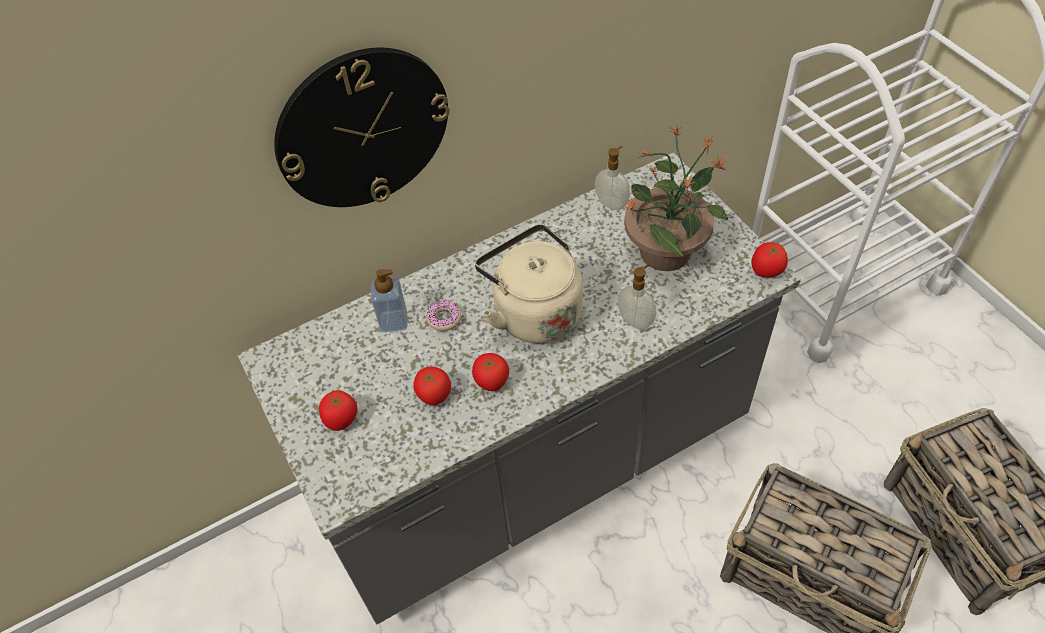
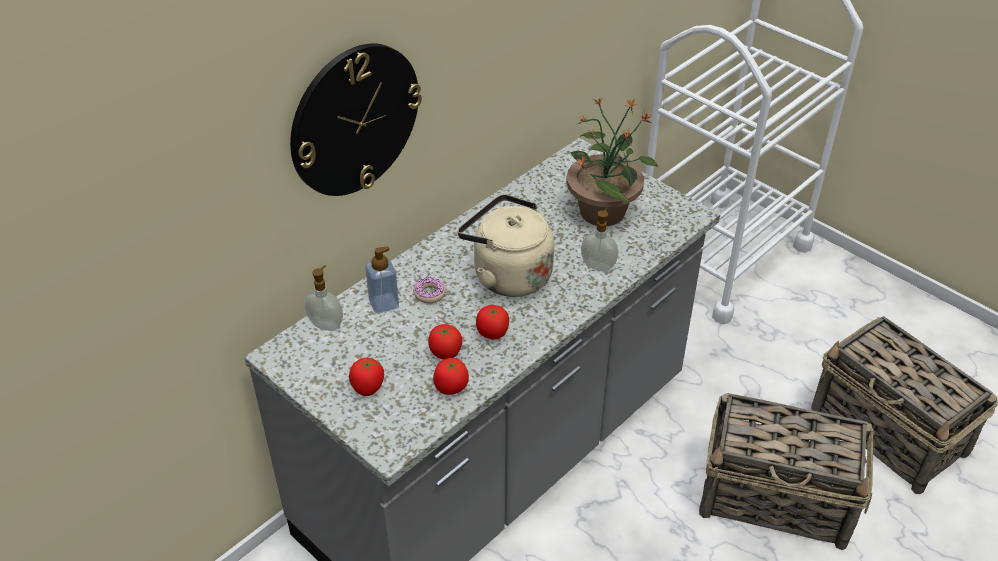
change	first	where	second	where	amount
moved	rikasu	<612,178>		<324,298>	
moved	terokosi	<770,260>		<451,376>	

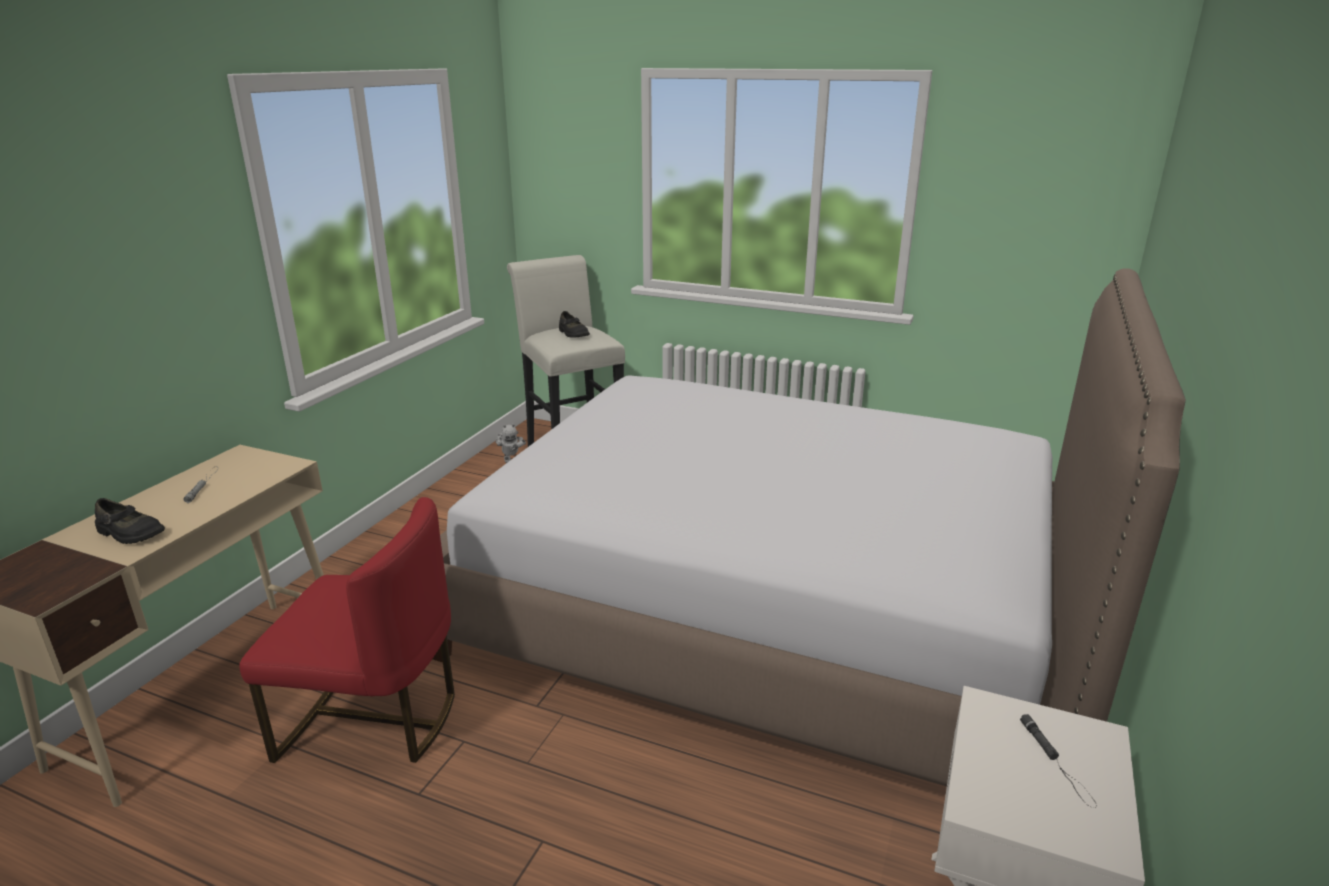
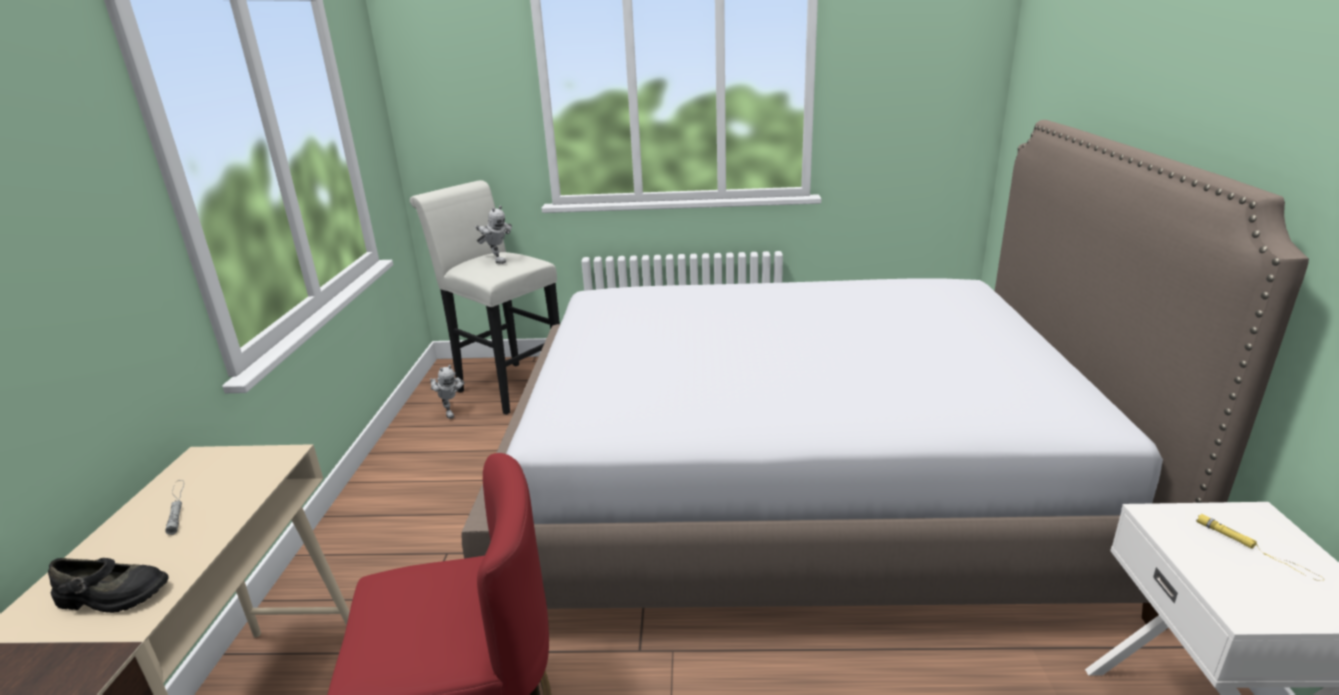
change	first	where	second	where	amount
replaced	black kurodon	<574,324>	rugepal	<493,235>	
recoloured	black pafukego	<1058,761>	yellow pafukego	<1260,547>	

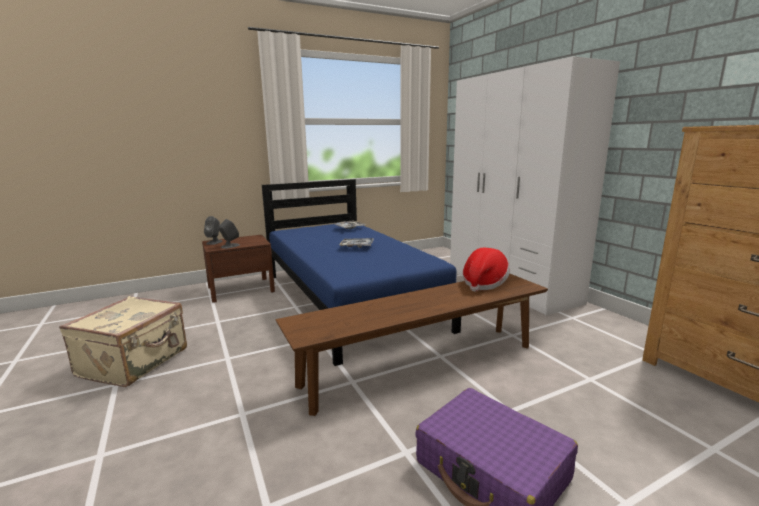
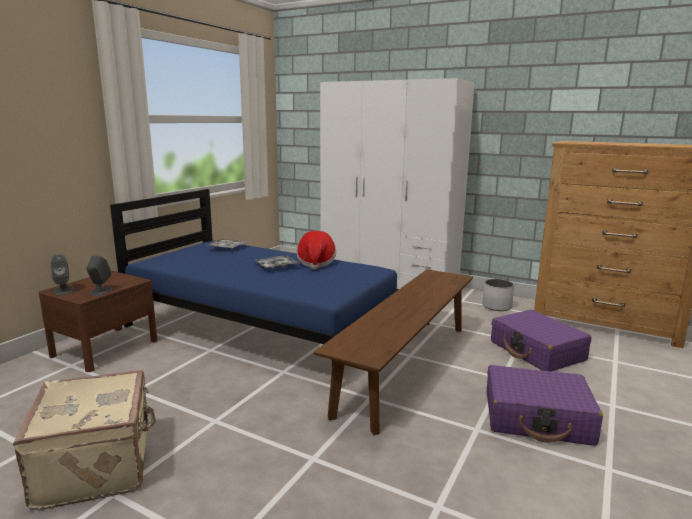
change	first	where	second	where	amount
moved	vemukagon	<486,270>		<316,250>	
added			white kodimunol	<498,295>	
added			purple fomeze	<541,340>	

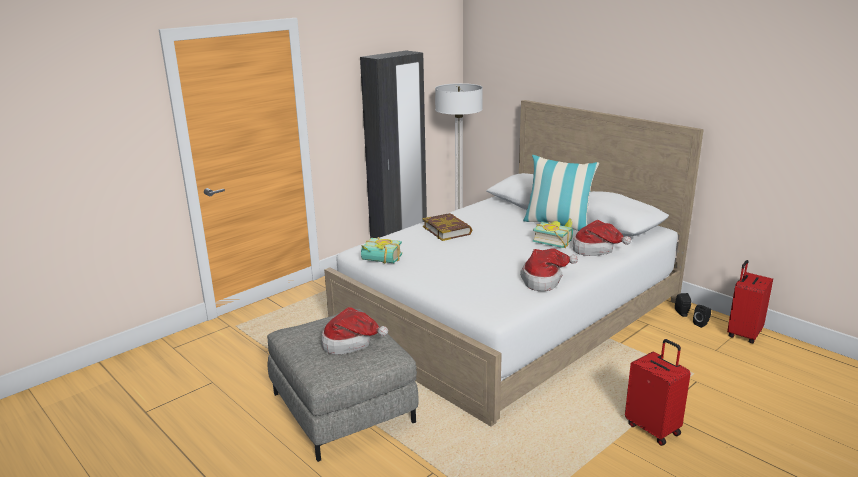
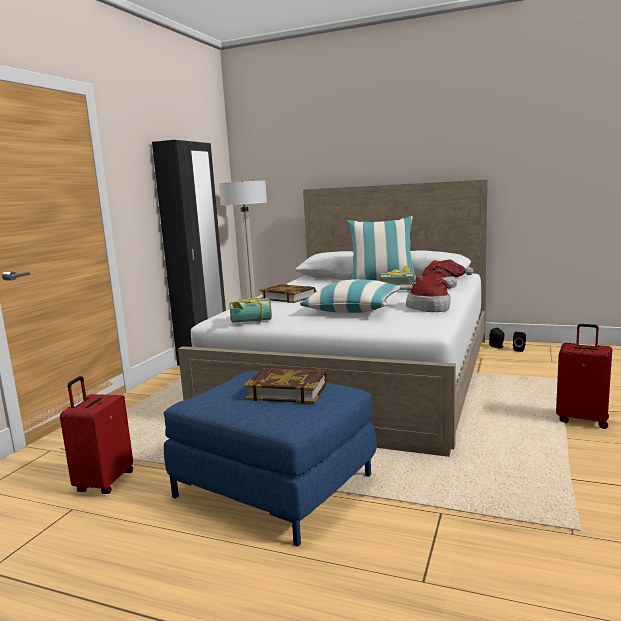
change	first	where	second	where	amount
moved	red fomeze	<750,301>		<96,435>	
replaced	vemukagon	<354,331>	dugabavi	<285,385>	
recoloured	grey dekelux	<342,385>	blue dekelux	<269,458>	
added			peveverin	<350,296>	

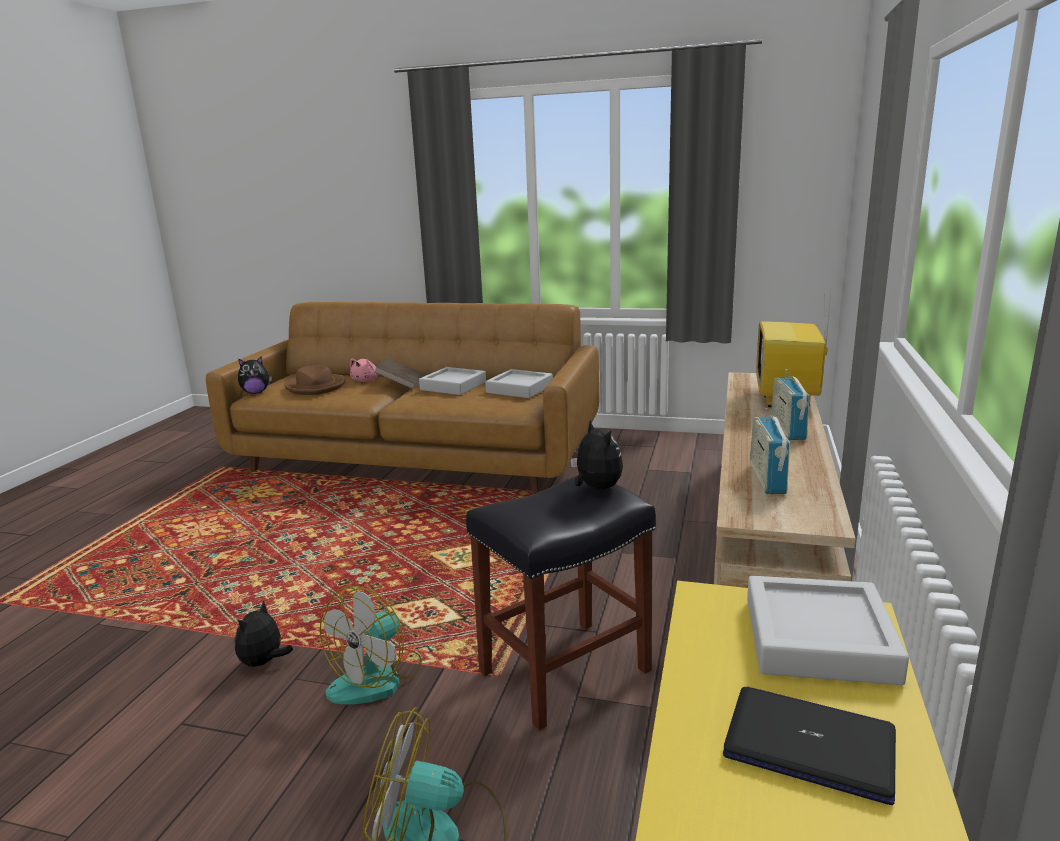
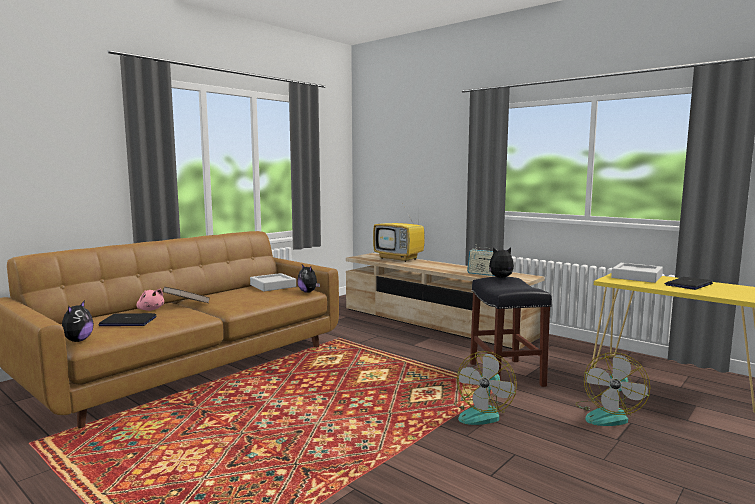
change	first	where	second	where	amount
replaced	brown vemukagon	<315,380>	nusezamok	<127,319>	
removed	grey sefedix	<452,381>			
removed	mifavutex	<790,404>			
turned	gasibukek	<371,645>		<485,388>	60 degrees clockwise
moved	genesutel	<264,633>		<308,278>	

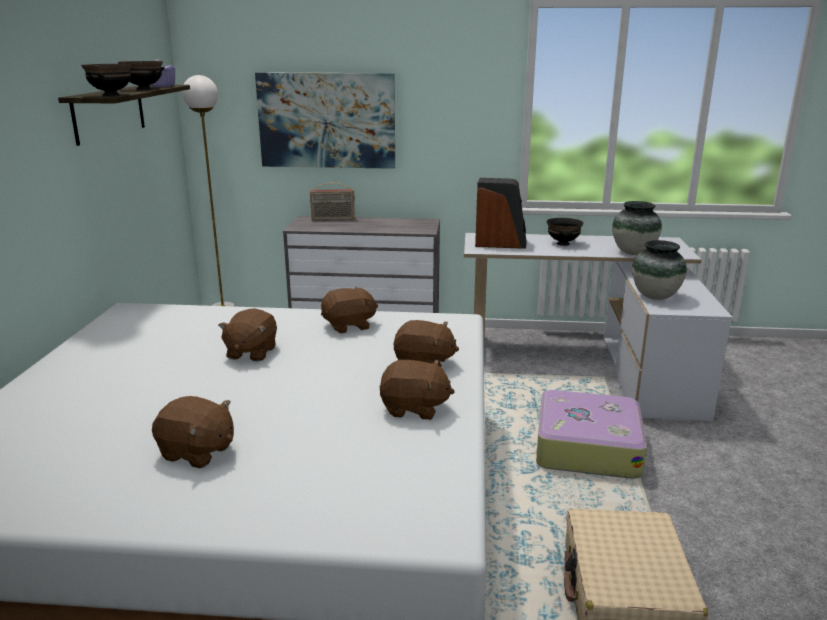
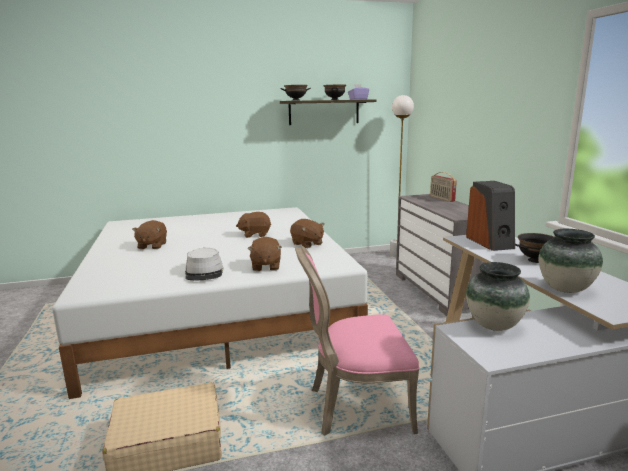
change	first	where	second	where	amount
removed	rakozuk	<325,121>			
replaced	brown genesutel	<417,389>	grey vemukagon	<204,264>	
replaced	fomeze	<591,434>	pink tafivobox	<357,341>	

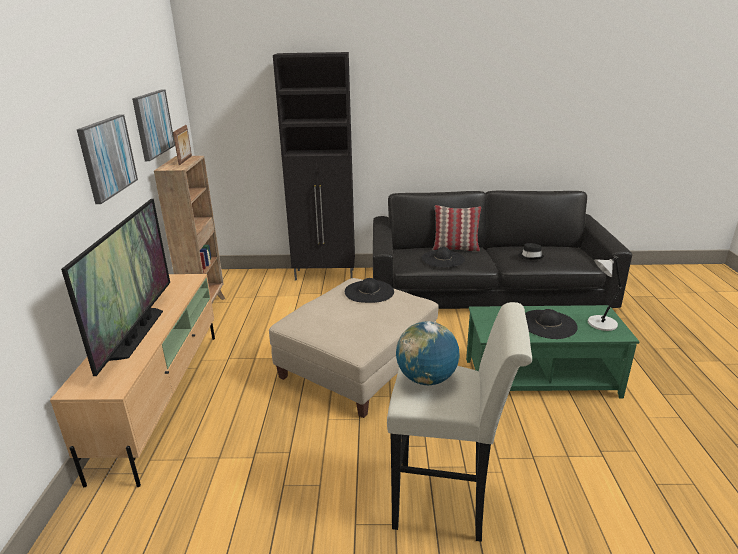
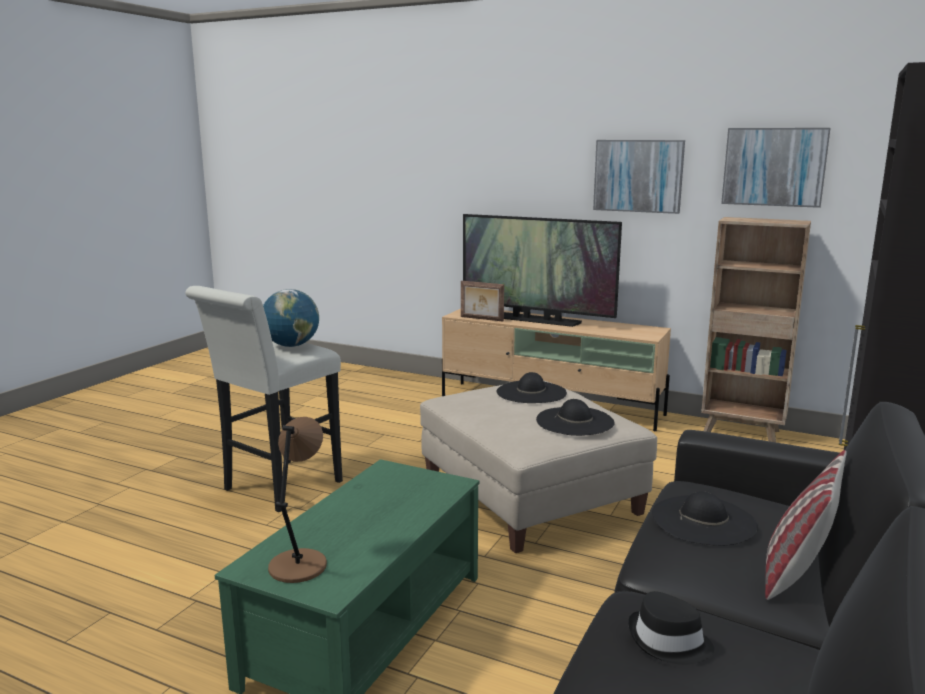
change	first	where	second	where	amount
moved	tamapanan	<182,145>		<482,301>	
recoloured	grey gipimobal	<605,293>	brown gipimobal	<297,500>	
moved	black vemukagon	<551,324>		<532,387>	

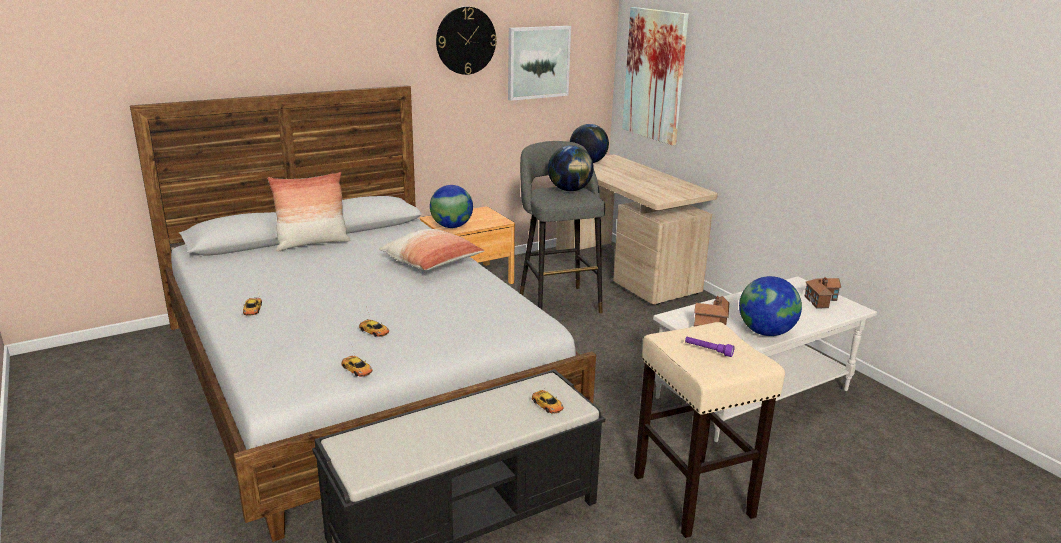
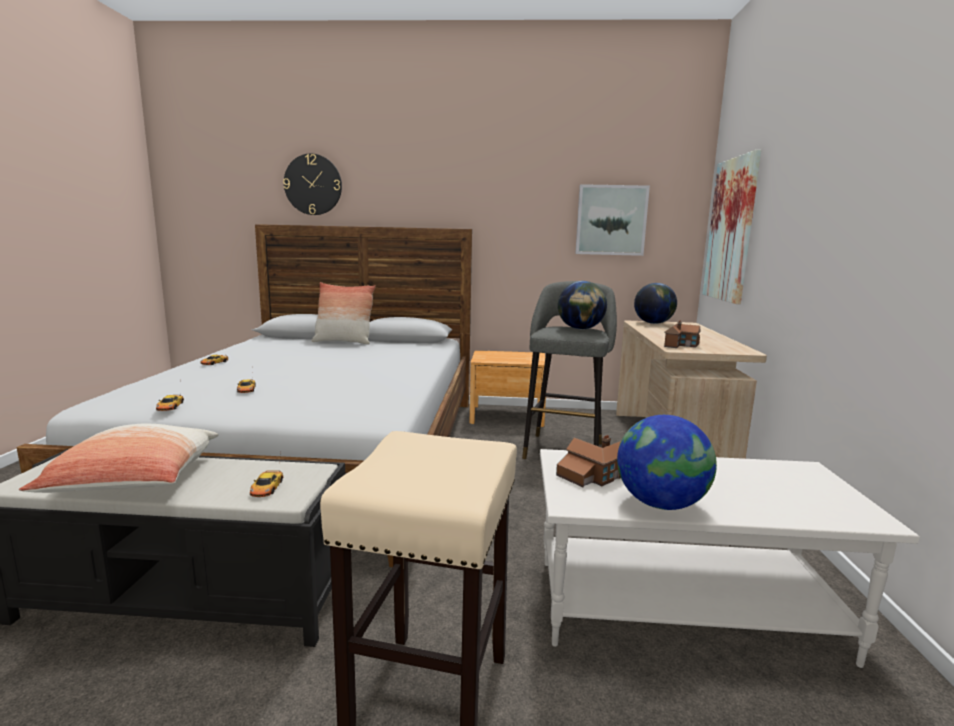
change	first	where	second	where	amount
moved	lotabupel	<466,40>		<312,184>	
removed	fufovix	<451,206>			
moved	peveverin	<432,249>		<119,458>	
moved	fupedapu	<823,292>		<682,334>	
removed	purple pafukego	<710,347>			

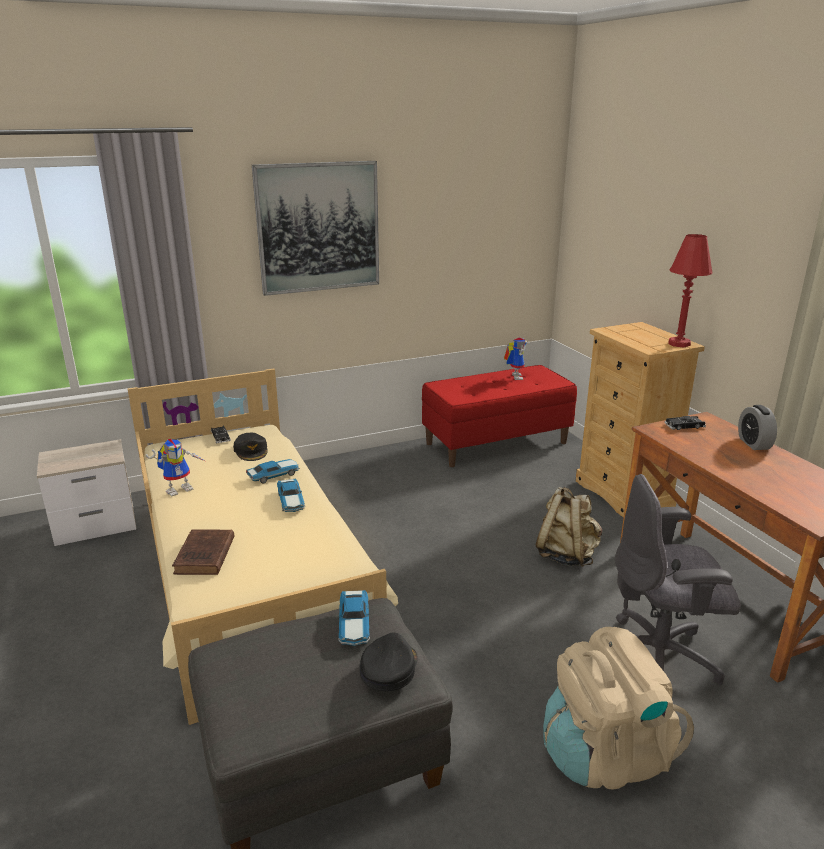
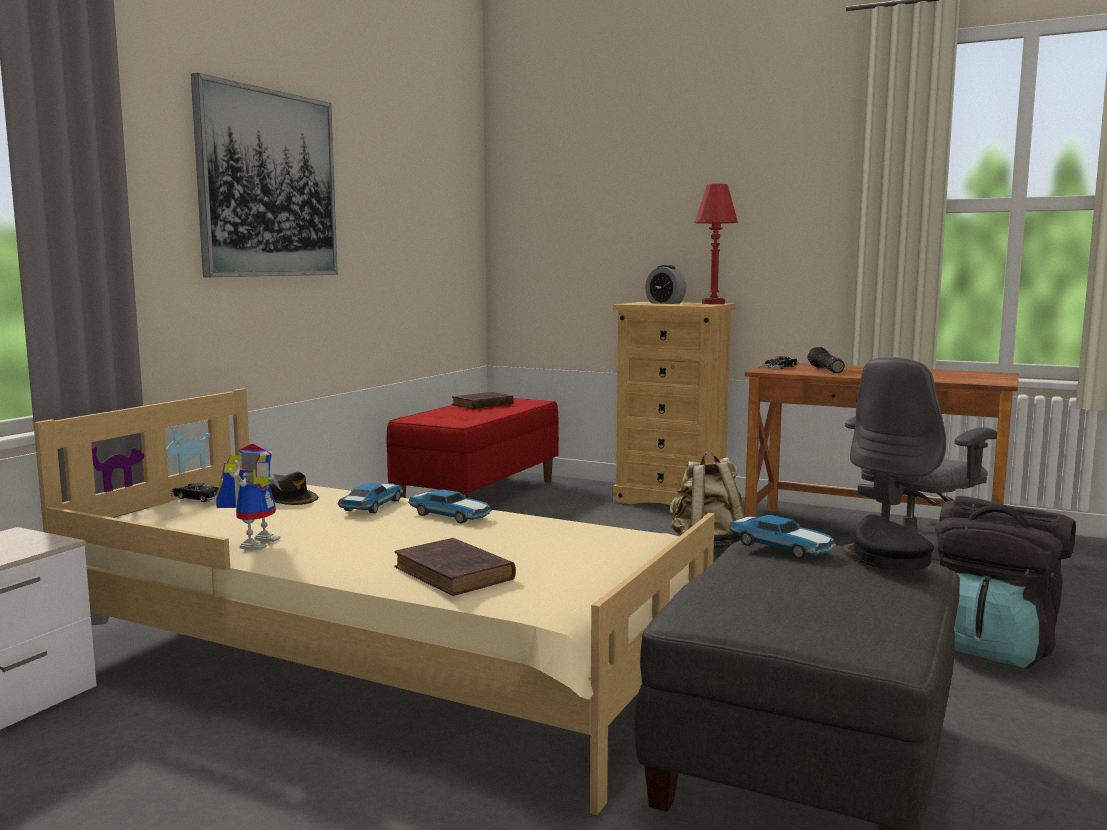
change	first	where	second	where	amount
replaced	rugepal	<515,359>	brown dugabavi	<483,400>	
moved	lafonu	<757,427>		<665,284>	
recoloured	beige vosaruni	<618,708>	black vosaruni	<1005,582>	
added			pafukego	<826,360>	

